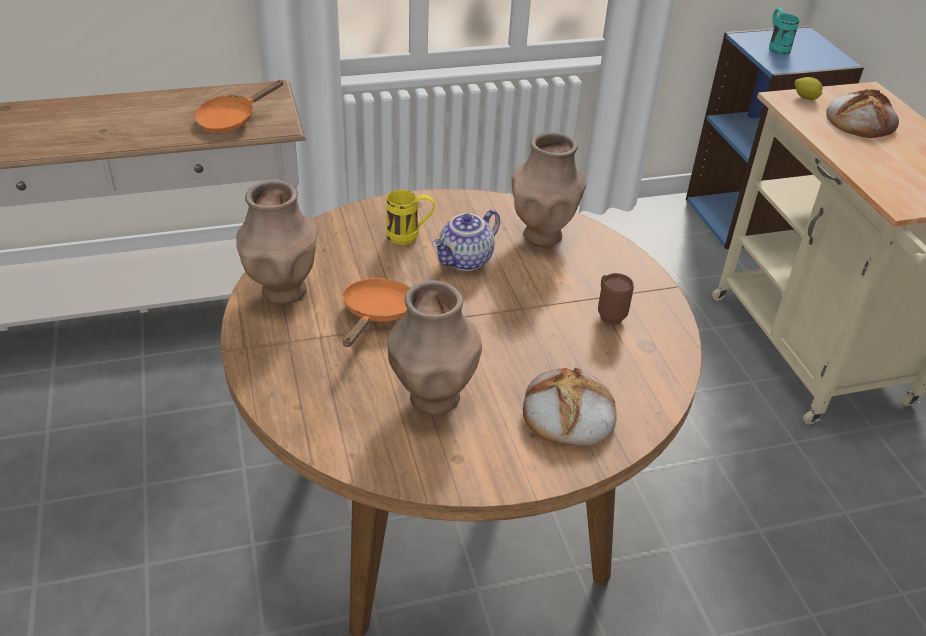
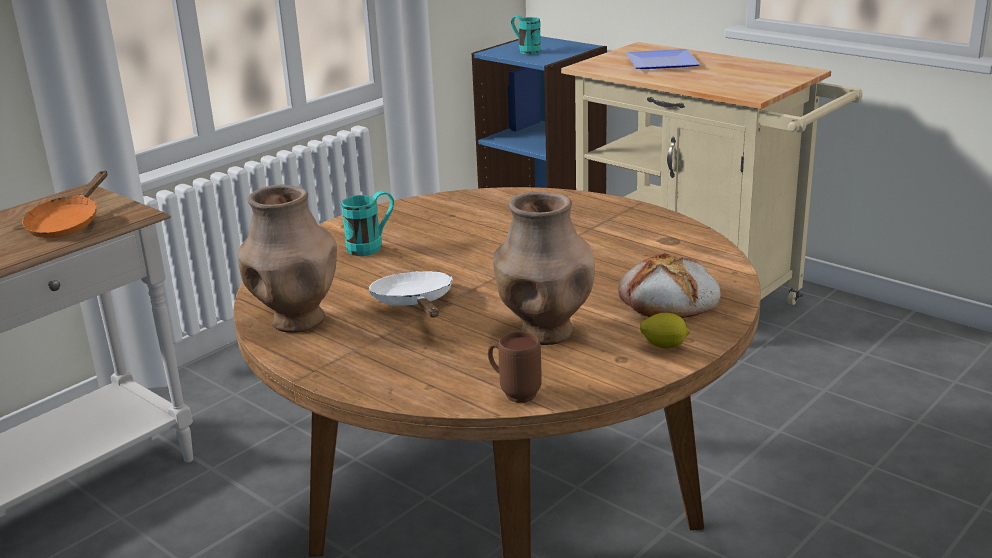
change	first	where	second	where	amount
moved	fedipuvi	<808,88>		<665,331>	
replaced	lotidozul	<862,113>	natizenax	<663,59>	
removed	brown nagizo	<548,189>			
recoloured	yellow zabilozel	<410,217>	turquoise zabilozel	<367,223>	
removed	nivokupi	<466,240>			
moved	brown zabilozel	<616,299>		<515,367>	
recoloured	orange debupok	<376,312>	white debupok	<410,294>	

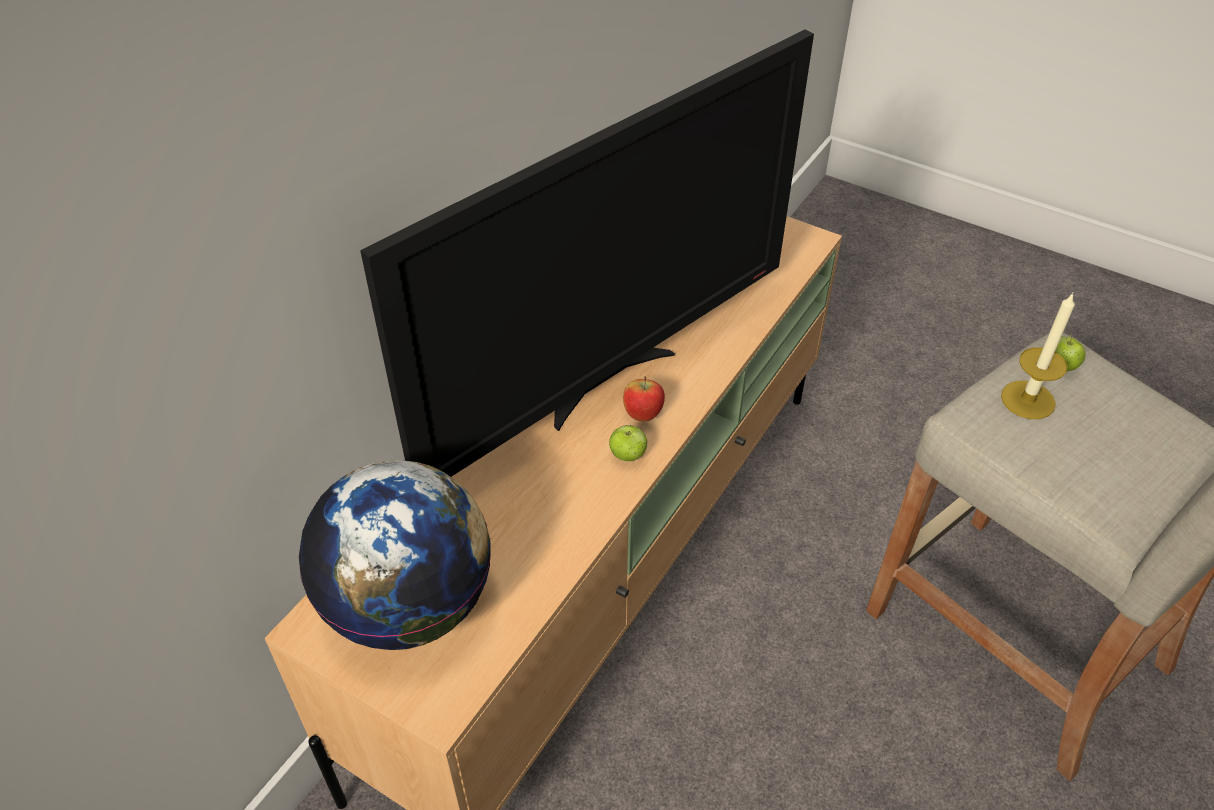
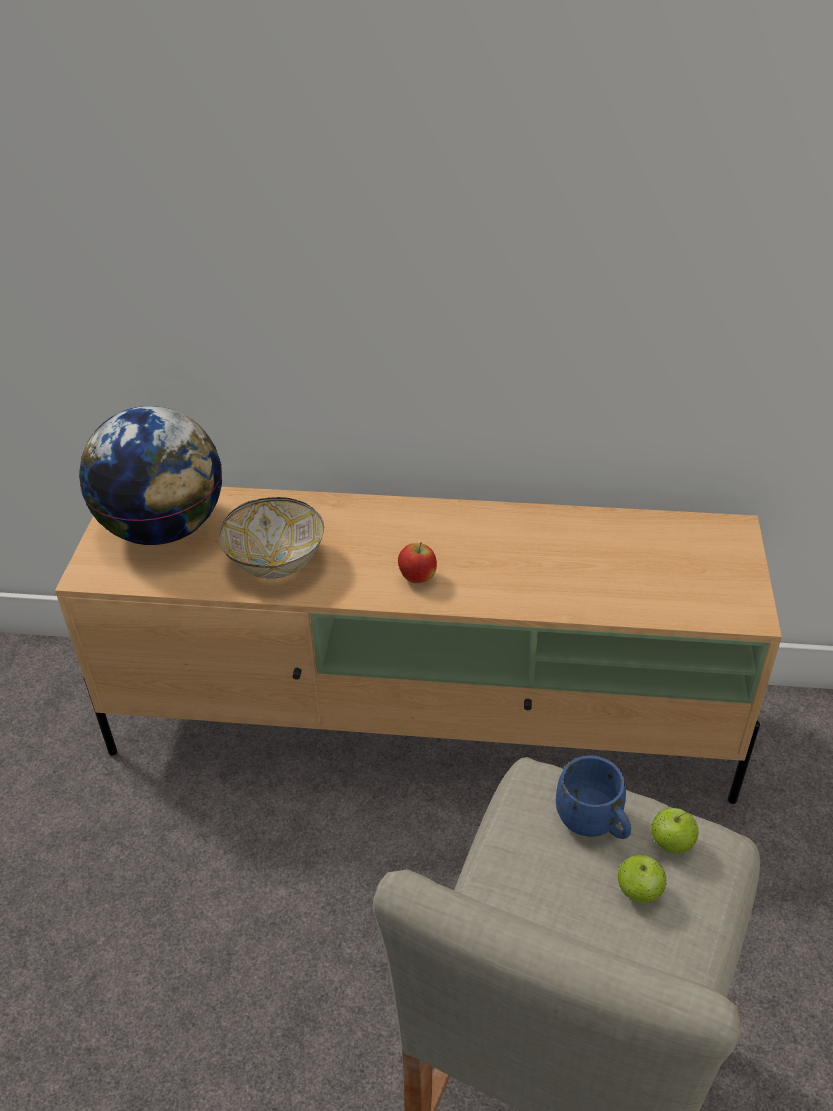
change	first	where	second	where	amount
removed	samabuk	<587,253>			
replaced	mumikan	<1038,356>	blue zabilozel	<593,797>	
moved	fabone	<628,443>		<642,879>	
added			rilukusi	<271,538>	

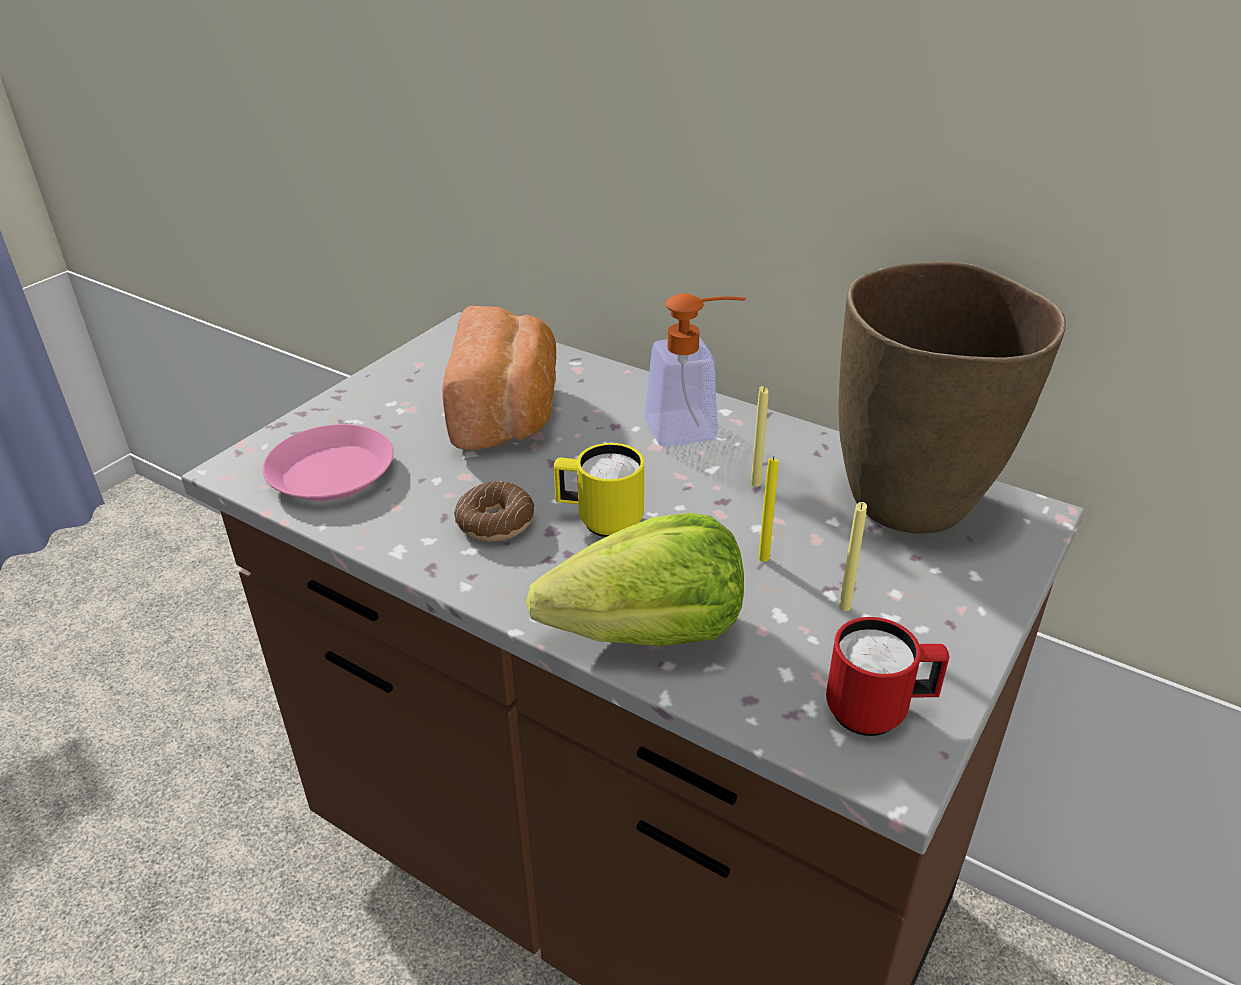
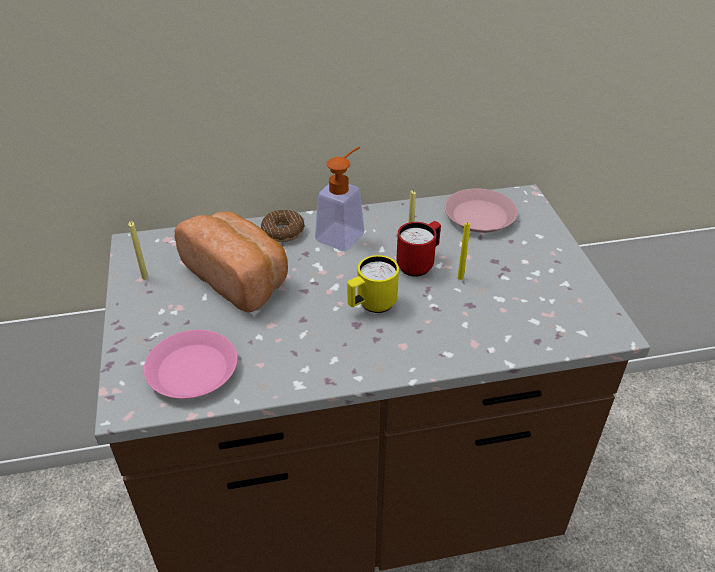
change	first	where	second	where	amount
replaced	brown nagizo	<952,397>	pink natizenax	<481,210>	
moved	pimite	<494,511>		<283,226>	
moved	yellow mumikan	<853,556>		<138,250>	
removed	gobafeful	<635,579>			
moved	red zabilozel	<887,676>		<418,249>	

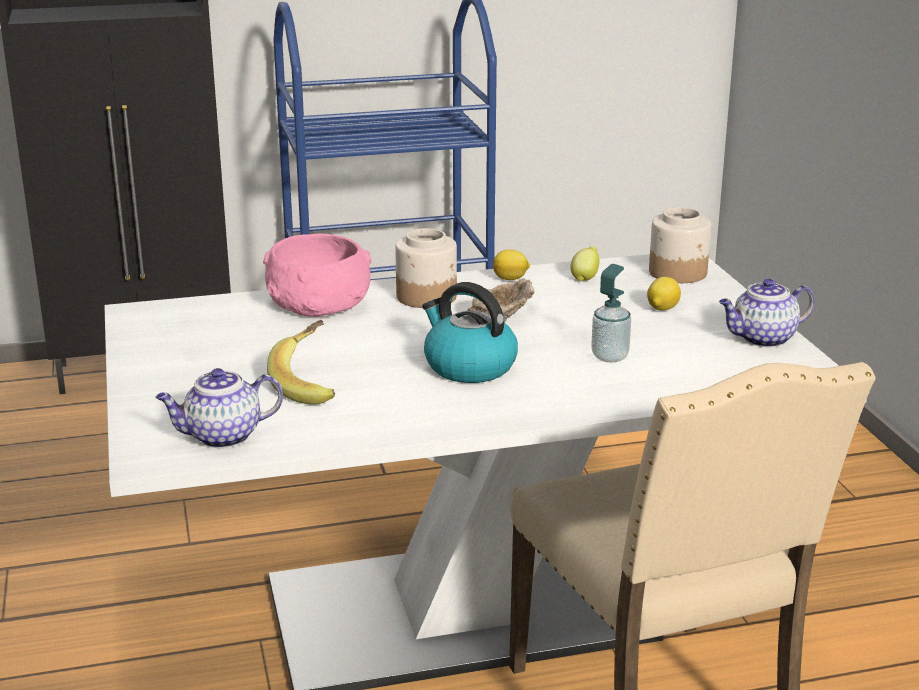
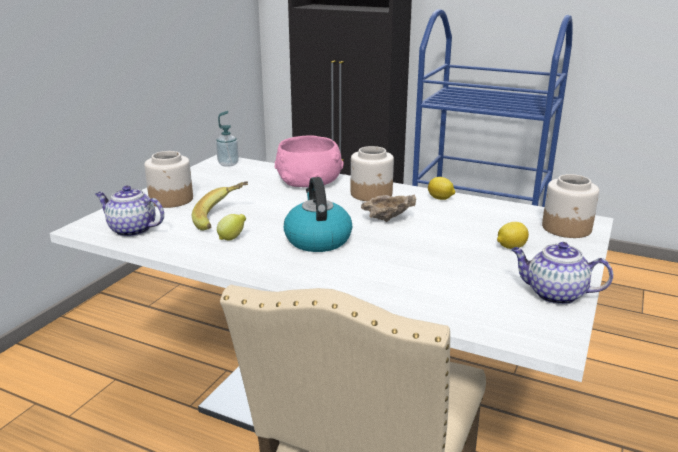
change	first	where	second	where	amount
moved	fedipuvi	<584,264>		<231,227>	
moved	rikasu	<611,313>		<227,139>	
added			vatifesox	<168,179>	

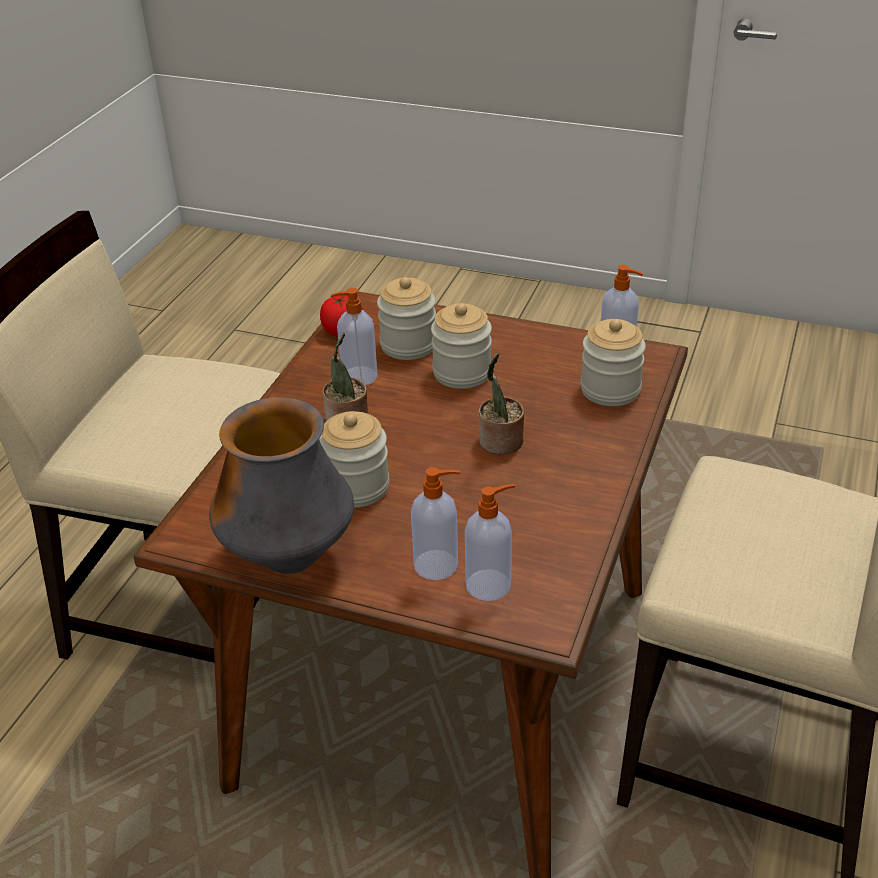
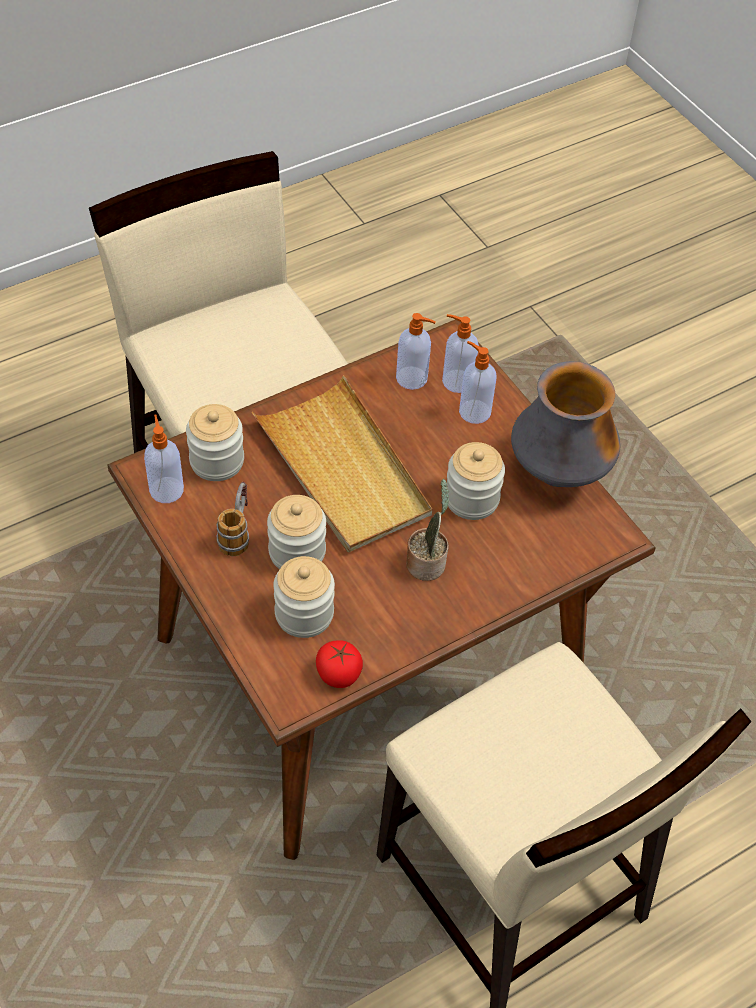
change	first	where	second	where	amount
moved	rikasu	<354,336>		<416,351>	
replaced	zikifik	<501,403>	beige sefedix	<342,463>	
added			zabilozel	<232,519>	

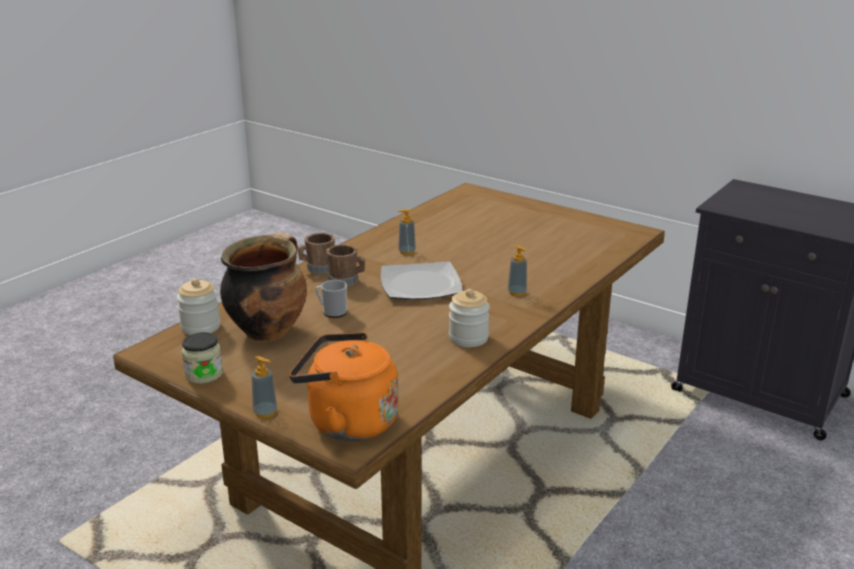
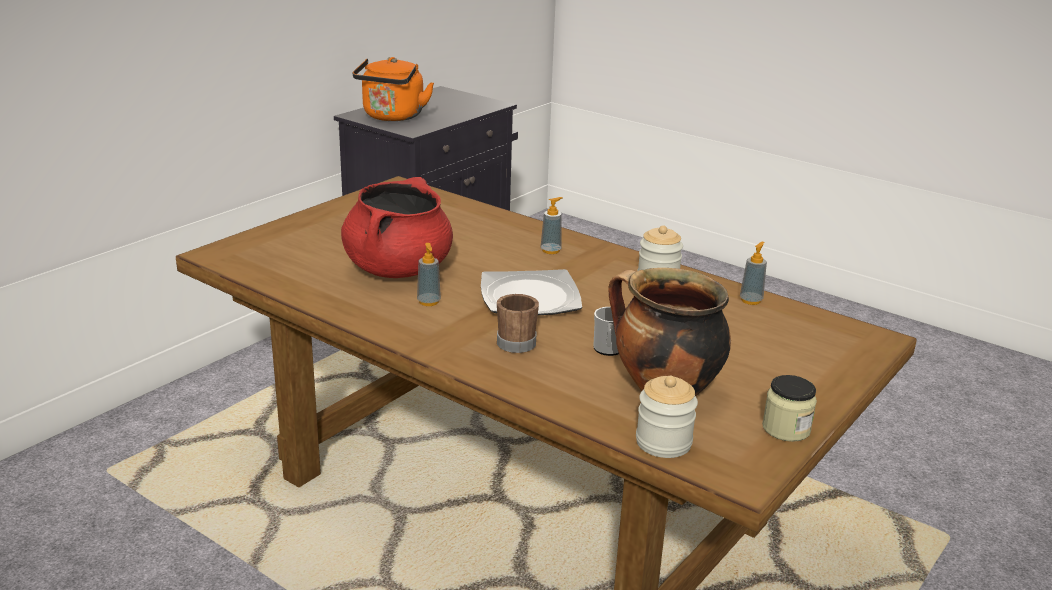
change	first	where	second	where	amount
removed	brown zabilozel	<316,253>			
moved	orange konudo	<344,386>		<393,89>	
moved	rikasu	<264,387>		<753,273>	
added			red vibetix	<397,227>	

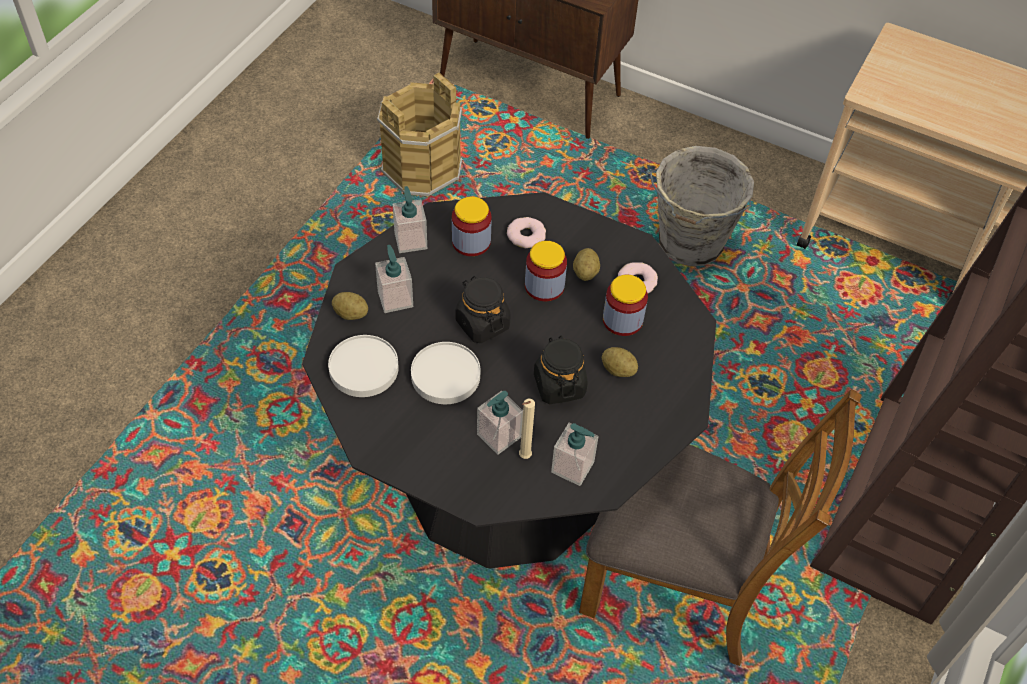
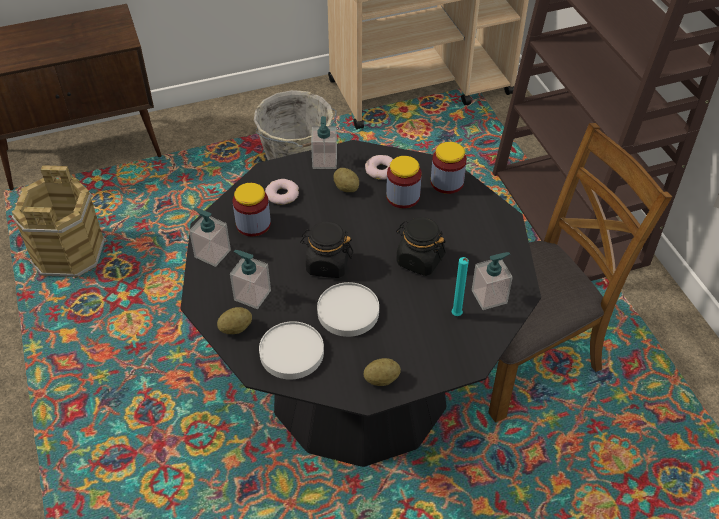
change	first	where	second	where	amount
moved	vatifesox	<546,271>		<449,168>	
moved	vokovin	<620,362>		<382,372>	
moved	rikasu	<500,423>		<324,142>	
recoloured	beige mumikan	<527,429>	turquoise mumikan	<460,286>	

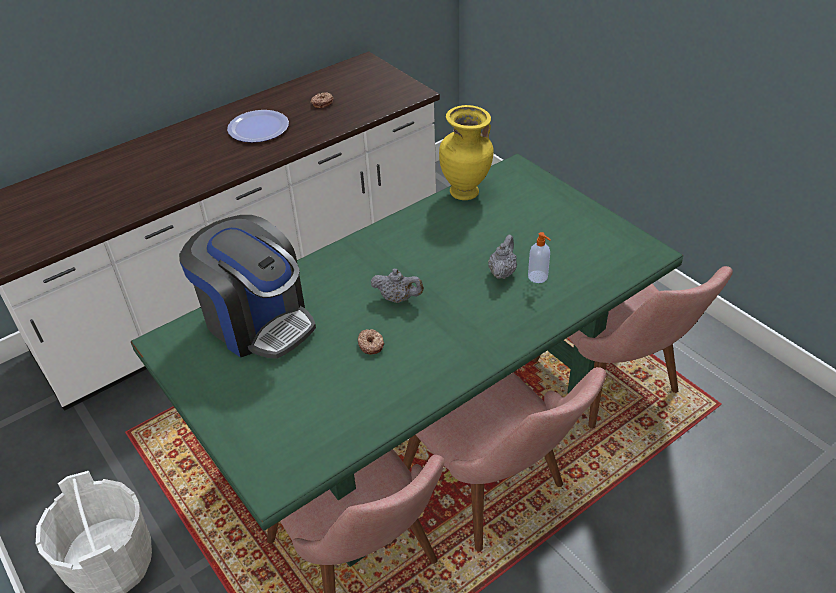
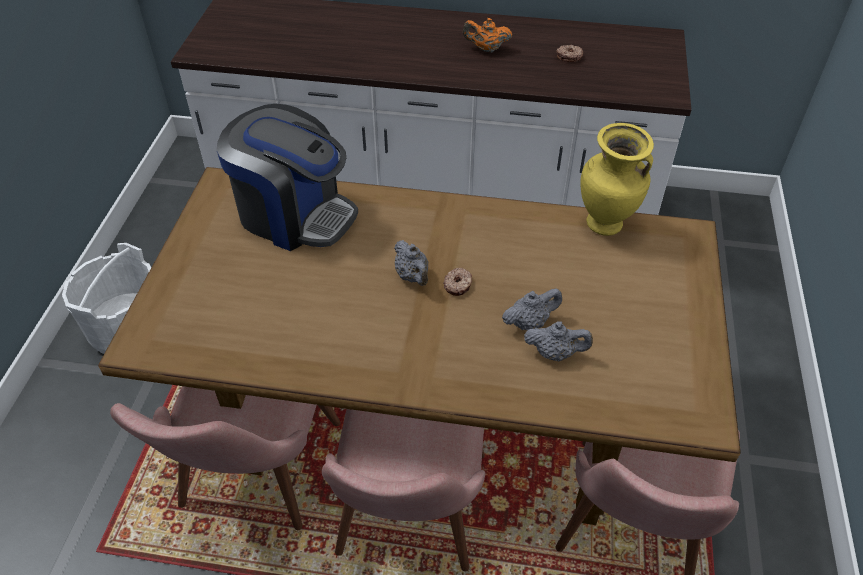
change	first	where	second	where	amount
replaced	natizenax	<258,126>	orange nivokupi	<487,35>	
recoloured	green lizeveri	<407,360>	brown lizeveri	<419,346>	
turned	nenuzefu	<247,287>		<287,177>	60 degrees counterclockwise
replaced	rikasu	<539,257>	grey nivokupi	<558,341>	
moved	pimite	<371,342>		<457,282>	

